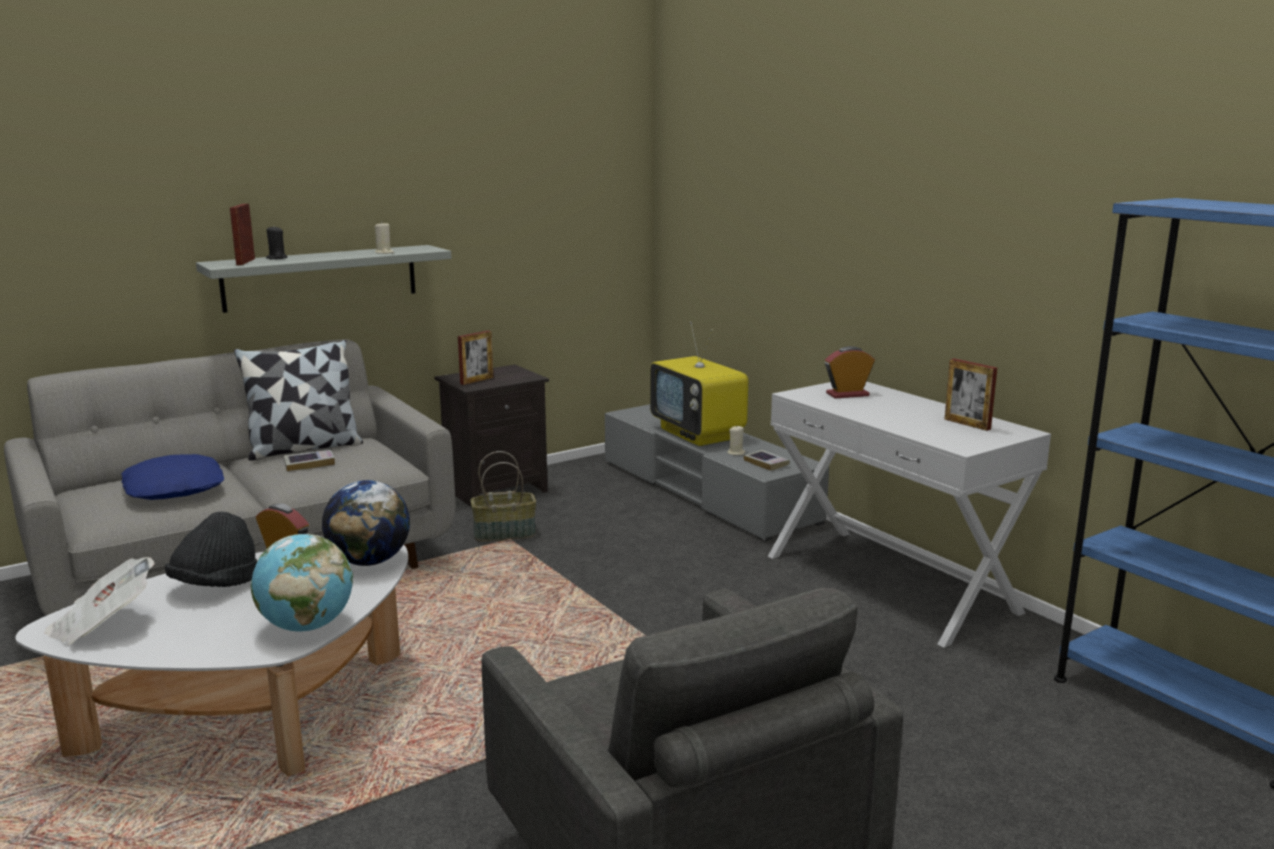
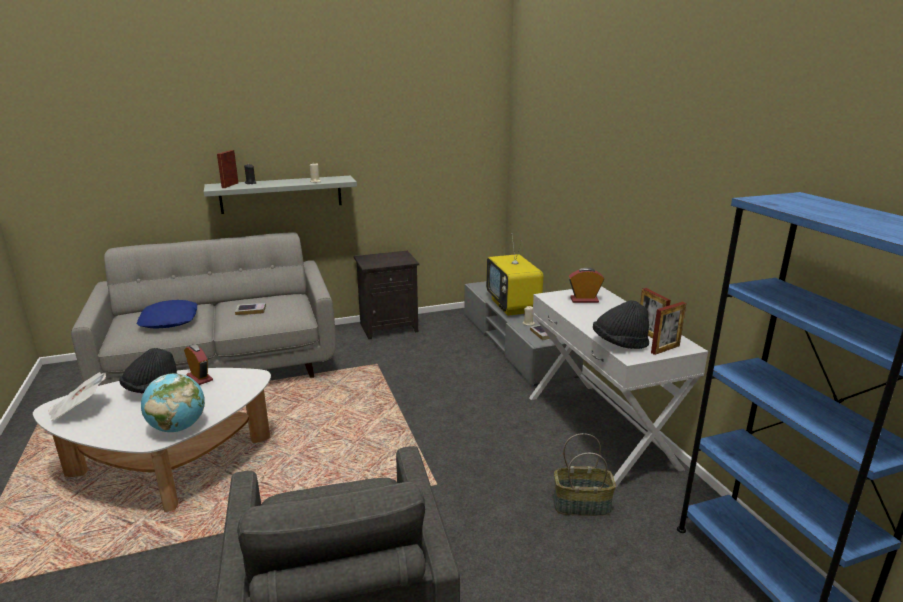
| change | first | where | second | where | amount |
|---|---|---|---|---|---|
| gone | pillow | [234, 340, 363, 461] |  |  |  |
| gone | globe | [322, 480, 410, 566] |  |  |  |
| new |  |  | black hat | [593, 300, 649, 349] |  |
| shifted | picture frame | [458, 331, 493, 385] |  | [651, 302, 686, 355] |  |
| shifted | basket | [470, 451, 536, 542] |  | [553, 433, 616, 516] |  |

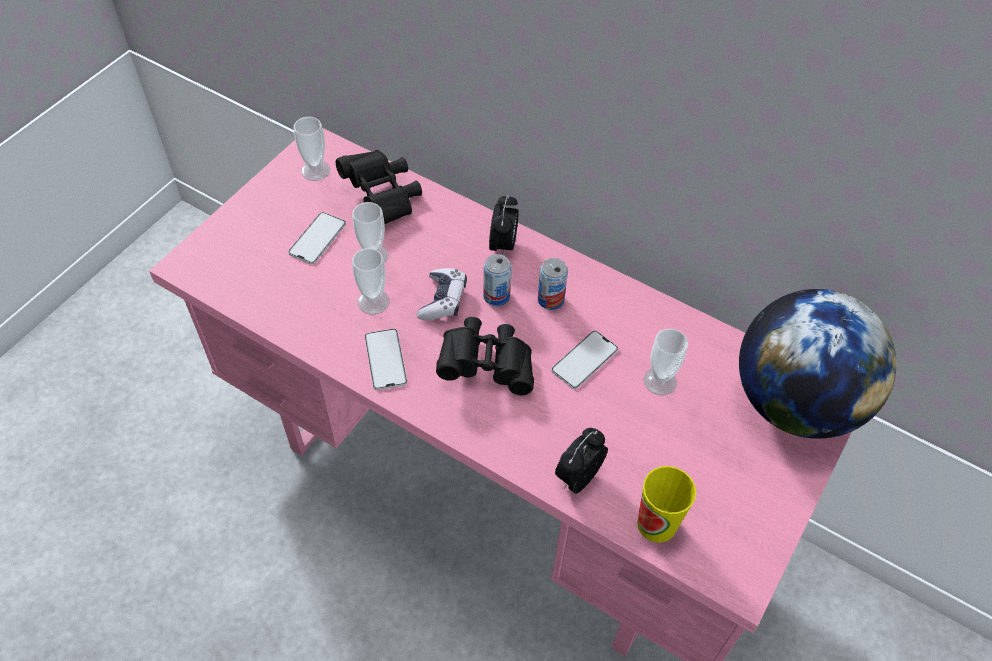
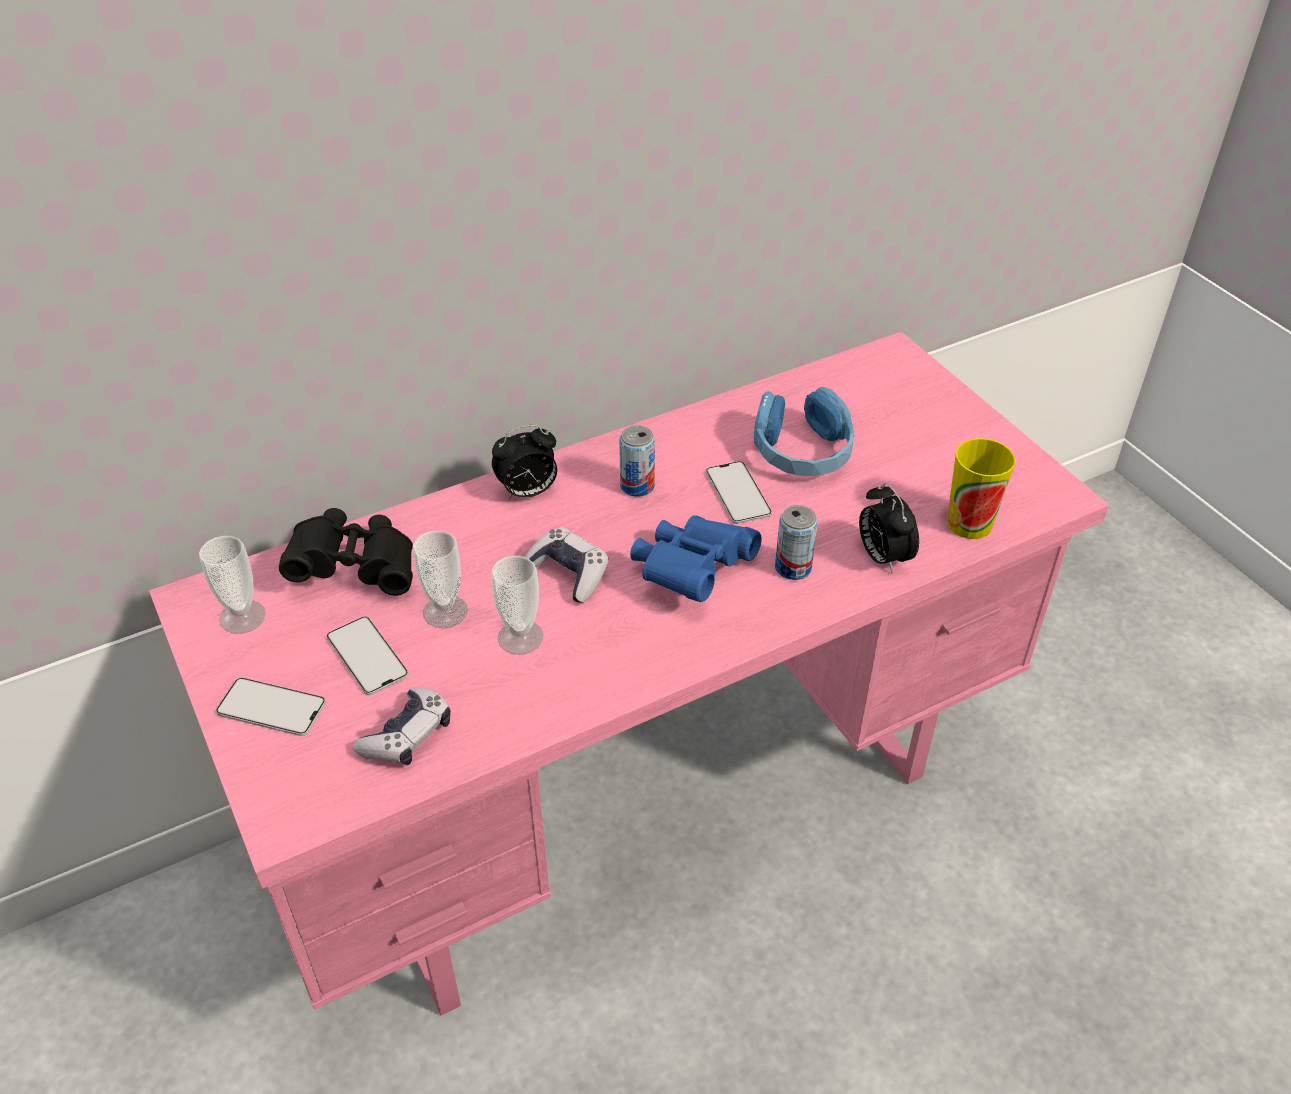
| change | first | where | second | where | amount |
|---|---|---|---|---|---|
| gone | globe | [739, 289, 896, 439] |  |  |  |
| new |  |  | game controller | [353, 688, 451, 765] |  |
| shifted | phone | [365, 329, 407, 390] |  | [216, 678, 326, 736] |  |
| shifted | can | [483, 254, 512, 306] |  | [775, 505, 818, 580] |  |
| swapped | cup | [644, 329, 688, 395] | blue headphones | [754, 387, 854, 476] |  |
| repainted | black binoculars | [436, 317, 534, 395] | blue binoculars | [630, 515, 762, 602] |  |
| rotated | alarm clock | [489, 195, 519, 255] |  | [492, 425, 557, 499] | 120 degrees clockwise |

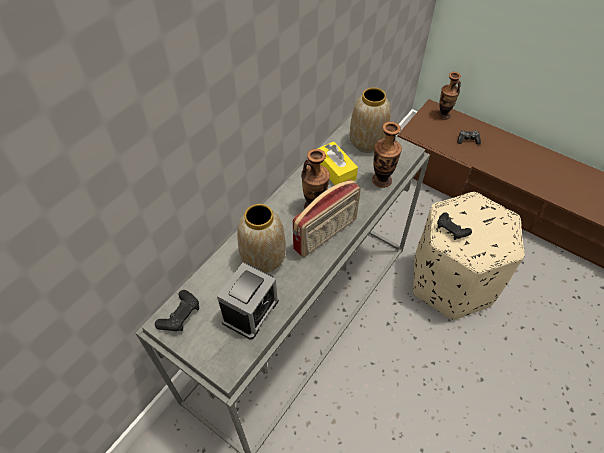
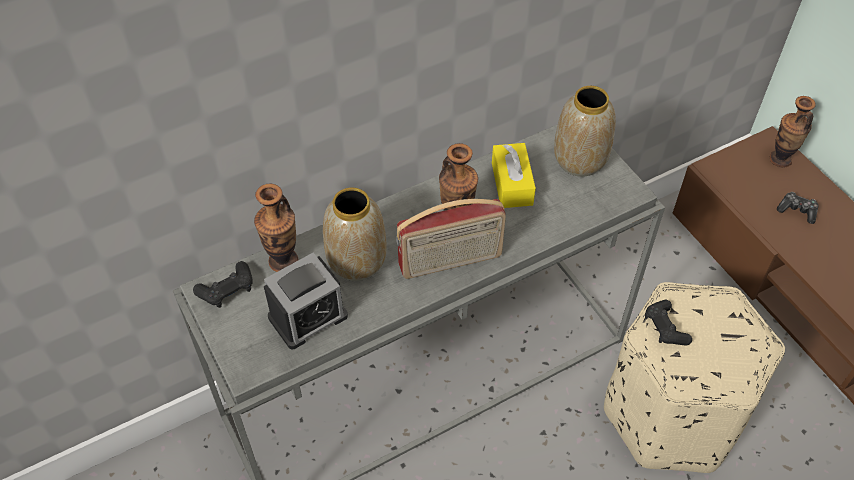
| change | first | where | second | where | amount |
|---|---|---|---|---|---|
| shifted | vase | [372, 122, 402, 188] |  | [254, 184, 298, 272] |  |

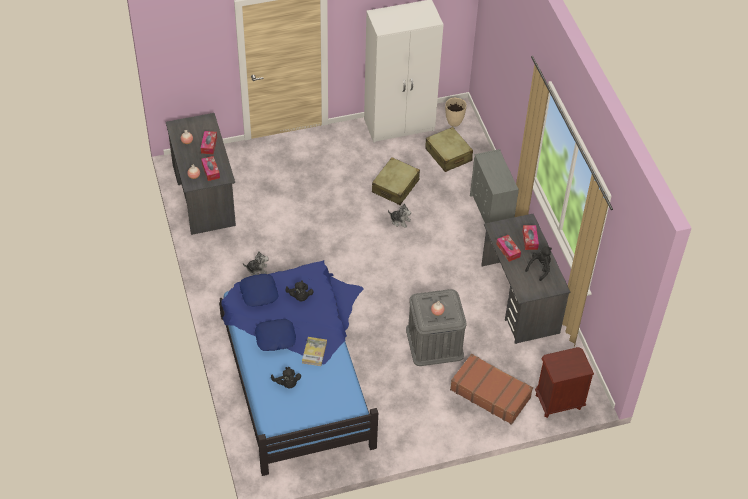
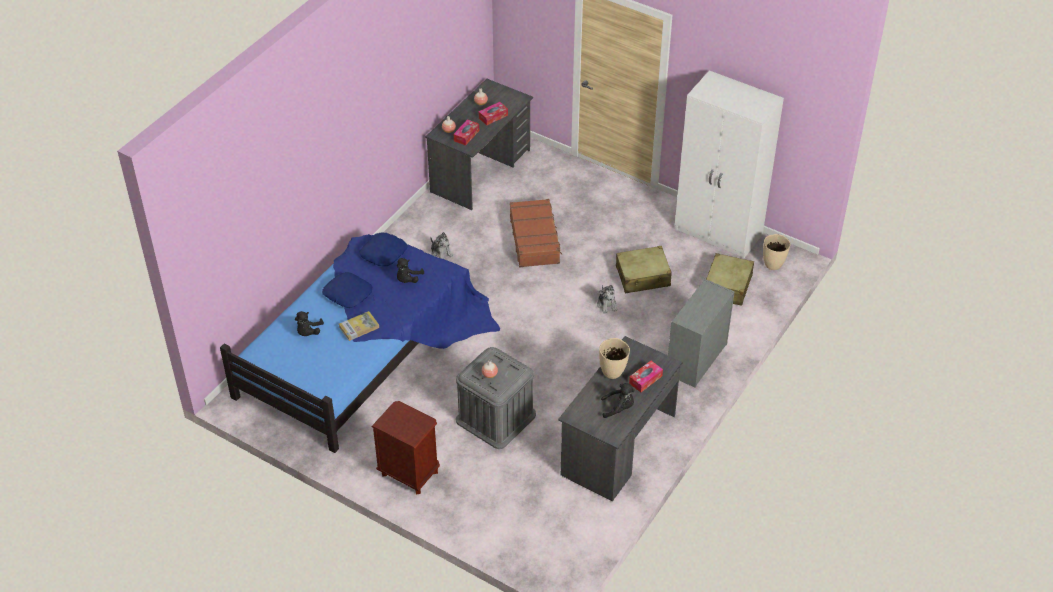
| change | first | where | second | where | amount |
|---|---|---|---|---|---|
| shifted | brown suitcase | [450, 354, 533, 425] |  | [510, 199, 562, 267] |  |
| shifted | brown nightstand | [535, 347, 594, 418] |  | [371, 401, 440, 495] |  |
| swapped | tissue box | [496, 235, 521, 262] | beige vase | [599, 338, 630, 379] |  |

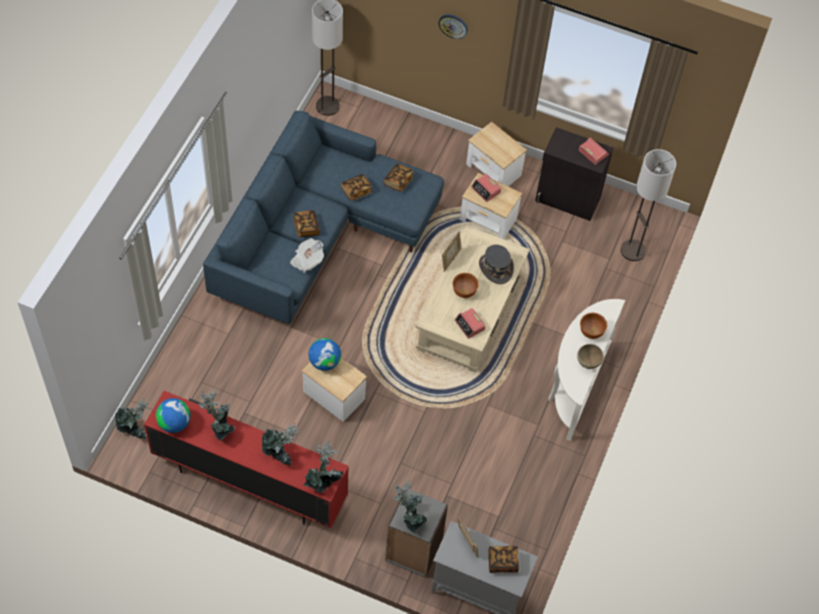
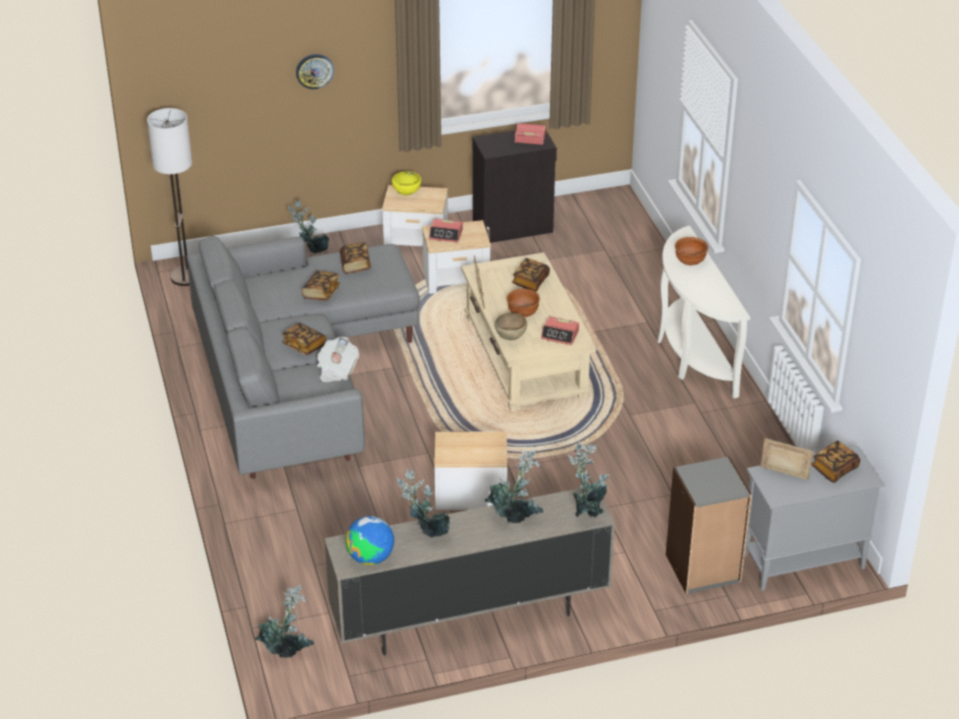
| change | first | where | second | where | amount |
|---|---|---|---|---|---|
| gone | globe | [309, 338, 341, 371] |  |  |  |
| gone | floor lamp | [621, 149, 676, 261] |  |  |  |
| new |  |  | yellow bowl | [392, 172, 421, 195] |  |
| shifted | potted plant | [393, 480, 427, 533] |  | [288, 199, 330, 254] |  |
| shifted | brown bowl | [577, 344, 604, 369] |  | [495, 313, 527, 340] |  |
| swapped | grey hat | [479, 244, 514, 284] | book | [512, 258, 550, 292] |  |
| repainted | red tv stand | [144, 391, 349, 528] | beige tv stand | [324, 488, 615, 655] |  |
| repainted | blue sofa | [203, 111, 444, 324] | grey sofa | [187, 235, 420, 478] |  |

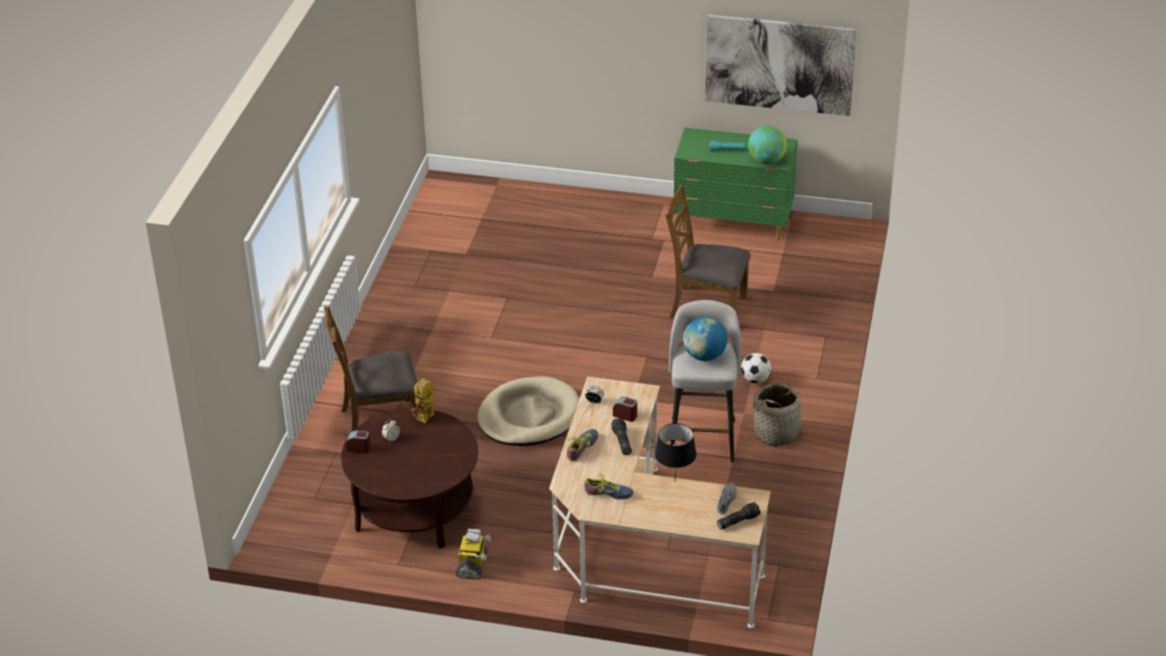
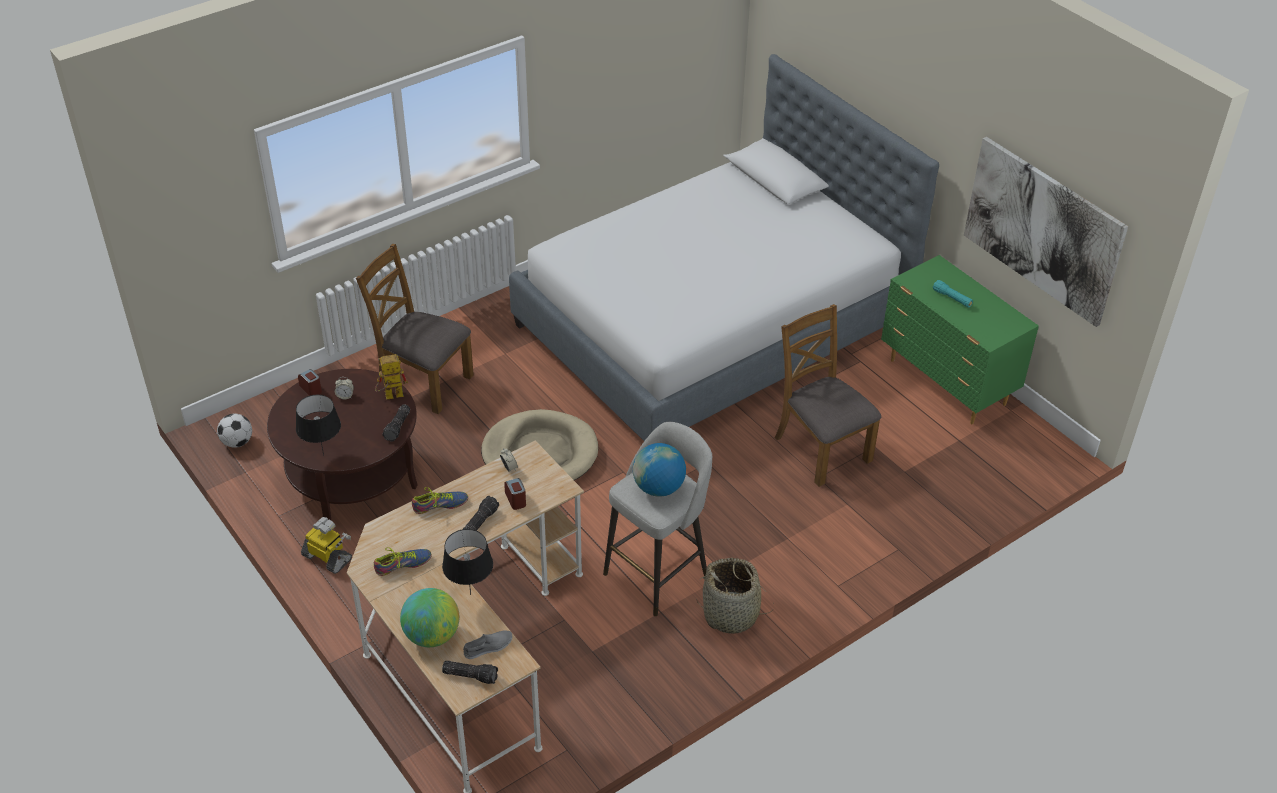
| change | first | where | second | where | amount |
|---|---|---|---|---|---|
| new |  |  | black table lamp | [296, 395, 341, 456] |  |
| new |  |  | flashlight | [382, 404, 410, 442] |  |
| new |  |  | bed | [509, 54, 939, 441] |  |
| shifted | football | [741, 353, 771, 383] |  | [217, 414, 252, 448] |  |
| shifted | globe | [748, 125, 787, 164] |  | [400, 588, 459, 647] |  |
| rotated | toy robot | [456, 529, 491, 580] |  | [301, 517, 352, 574] | 105 degrees counterclockwise |
| rotated | shoe | [584, 474, 634, 500] |  | [374, 547, 432, 576] | 75 degrees counterclockwise |

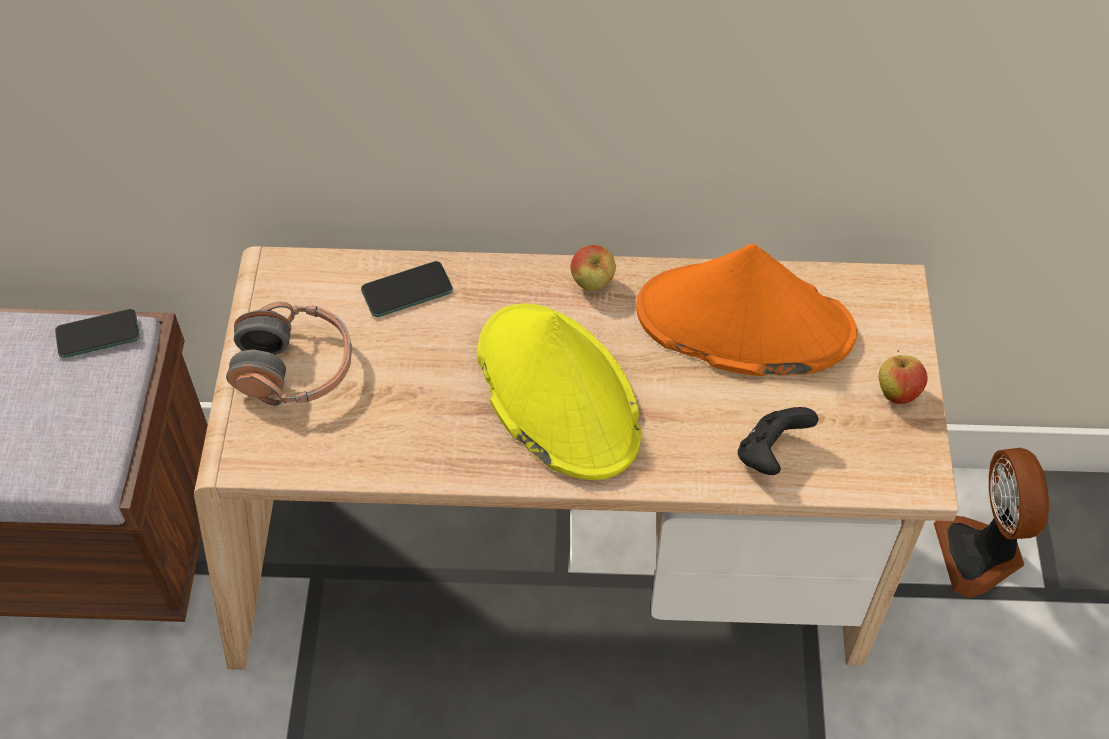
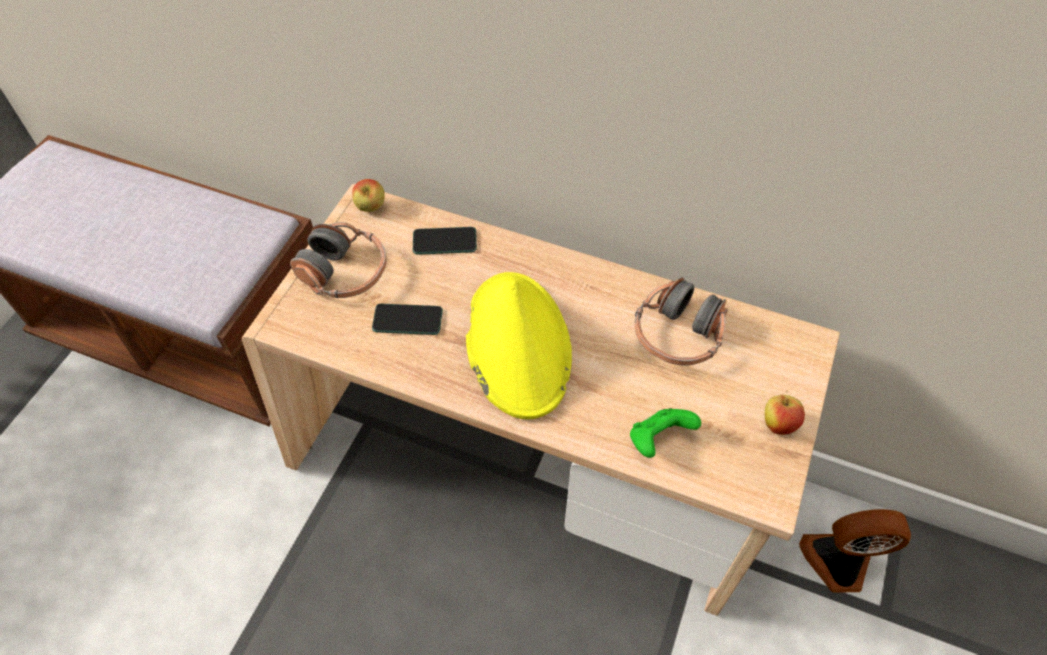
| change | first | where | second | where | amount |
|---|---|---|---|---|---|
| shifted | phone | [55, 309, 140, 358] |  | [372, 304, 443, 335] |  |
| shifted | apple | [570, 245, 616, 290] |  | [352, 179, 385, 212] |  |
| swapped | orange hat | [636, 244, 857, 376] | headphones | [635, 277, 728, 366] |  |
| repainted | black game controller | [738, 407, 818, 475] | green game controller | [630, 408, 701, 458] |  |
| rotated | fan | [934, 448, 1049, 597] |  | [799, 509, 911, 593] | 75 degrees clockwise |

